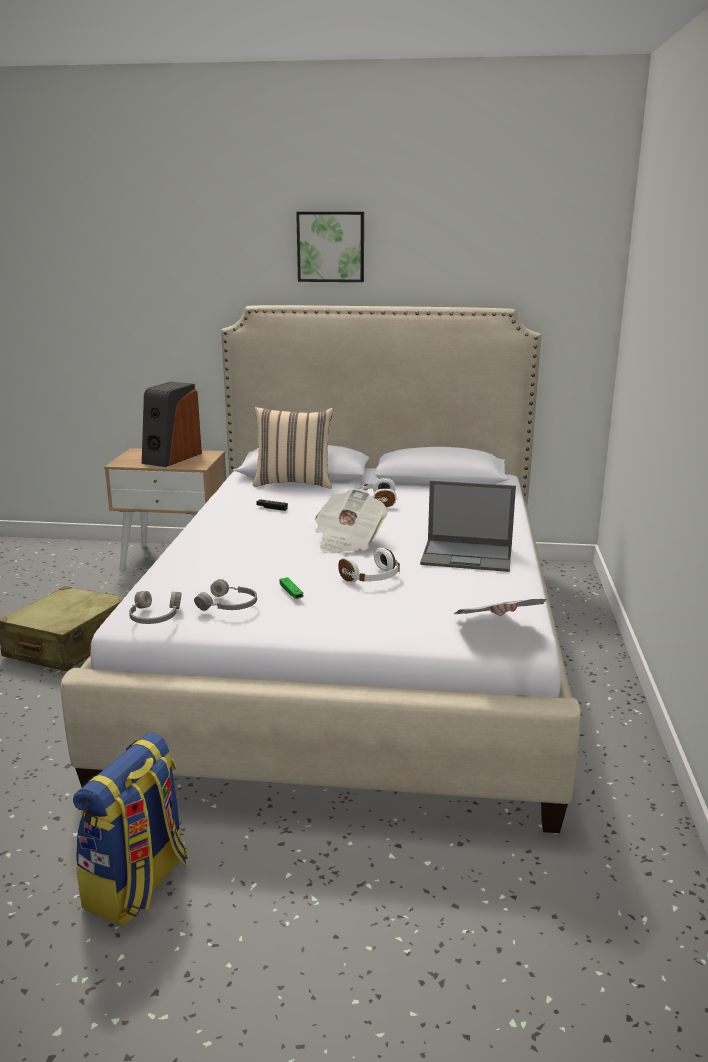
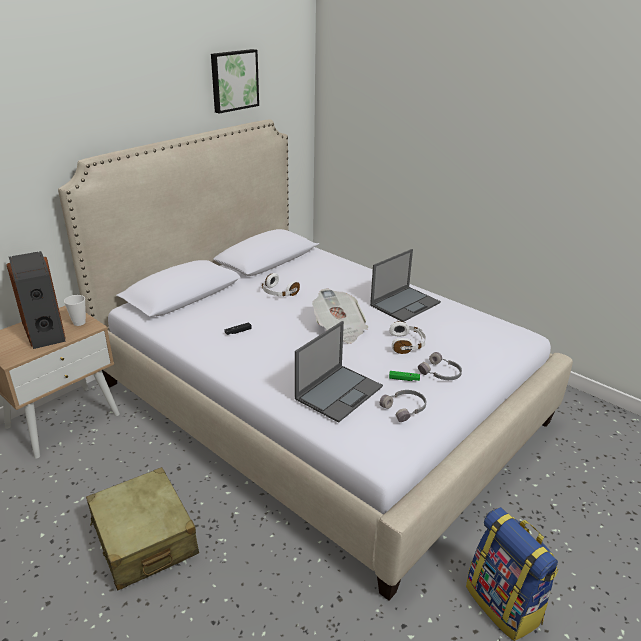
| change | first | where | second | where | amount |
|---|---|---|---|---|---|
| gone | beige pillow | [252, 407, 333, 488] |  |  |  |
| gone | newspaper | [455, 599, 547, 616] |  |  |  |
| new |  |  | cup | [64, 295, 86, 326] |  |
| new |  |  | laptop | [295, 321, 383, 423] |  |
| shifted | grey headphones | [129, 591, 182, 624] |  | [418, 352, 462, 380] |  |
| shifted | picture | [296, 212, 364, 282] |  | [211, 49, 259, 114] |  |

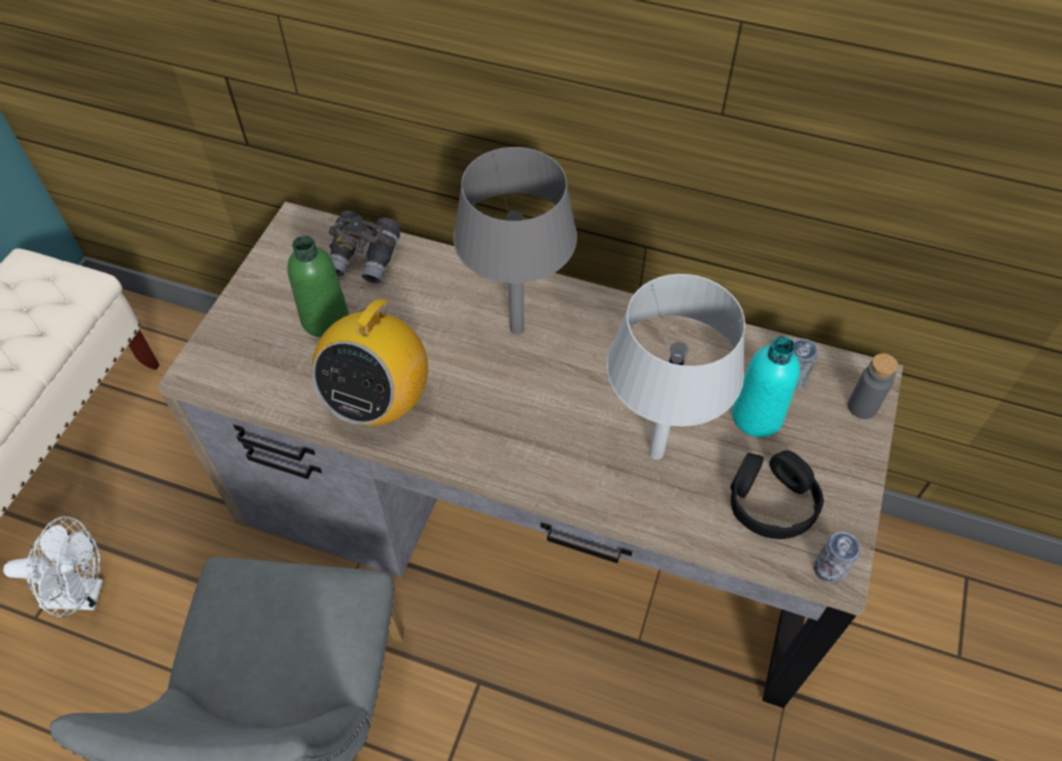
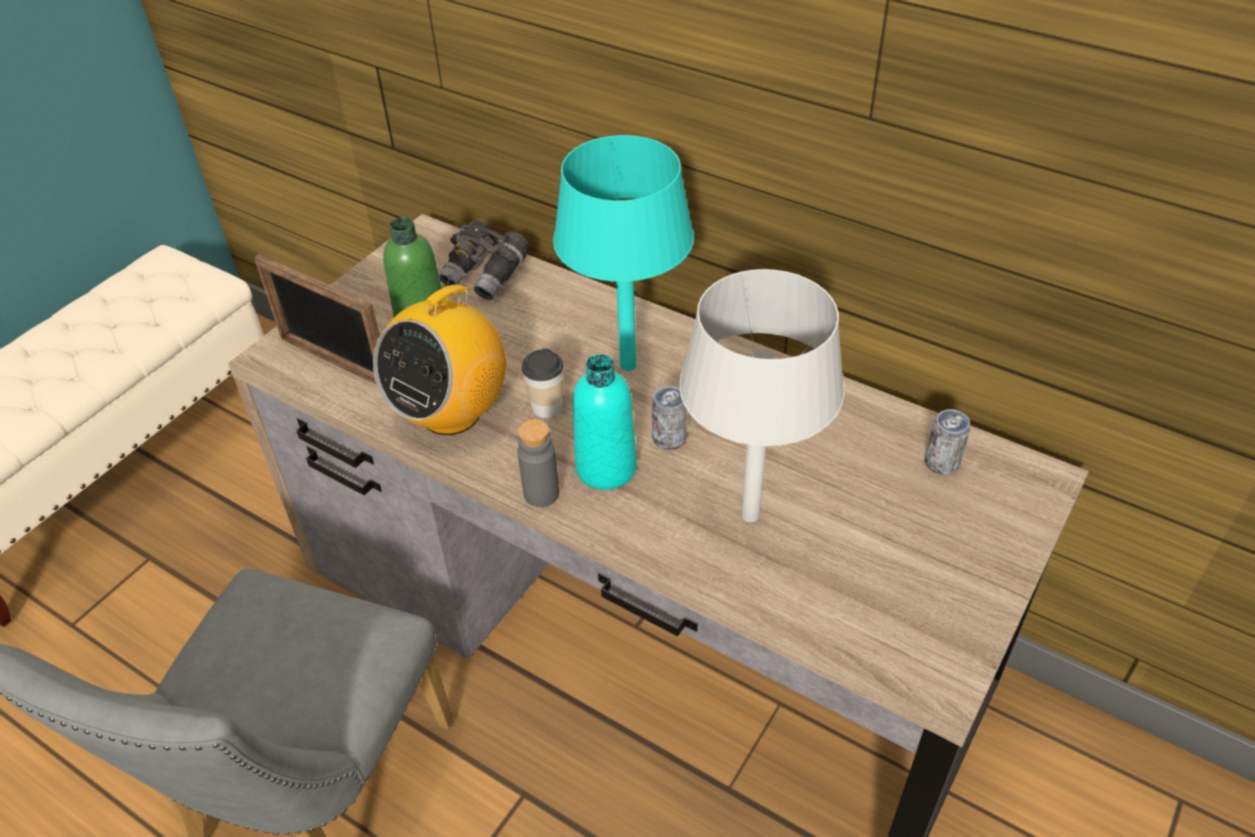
| change | first | where | second | where | amount |
|---|---|---|---|---|---|
| gone | white fan | [3, 516, 103, 617] |  |  |  |
| gone | black headphones | [730, 450, 824, 539] |  |  |  |
| new |  |  | picture frame | [255, 254, 380, 385] |  |
| new |  |  | cup | [522, 348, 563, 418] |  |
| shifted | turquoise bottle | [732, 336, 800, 437] |  | [573, 354, 637, 490] |  |
| shifted | can | [813, 532, 860, 584] |  | [652, 386, 687, 450] |  |
| shifted | grey bottle | [848, 353, 898, 419] |  | [518, 419, 559, 507] |  |
| repainted | grey table lamp | [453, 147, 577, 335] | turquoise table lamp | [553, 135, 694, 371] |  |

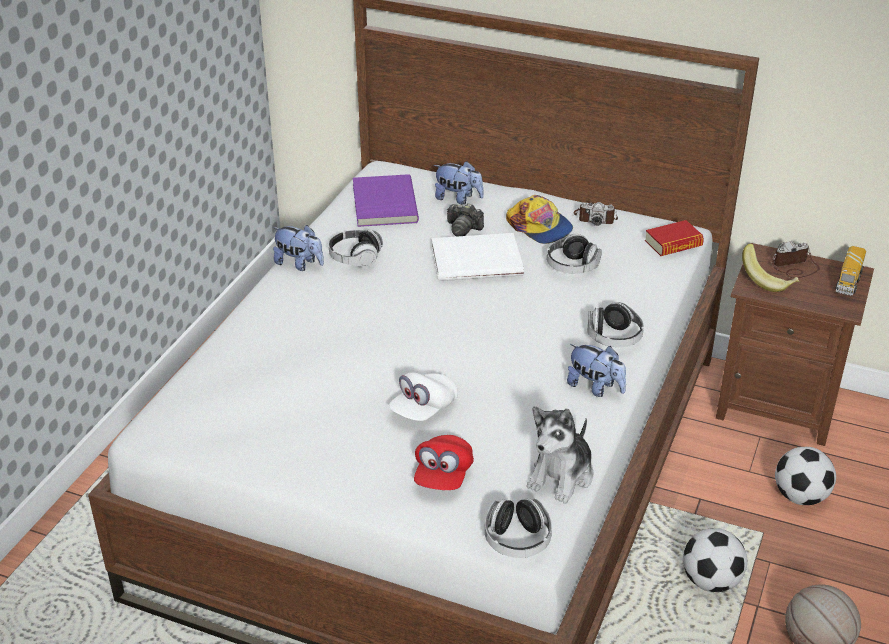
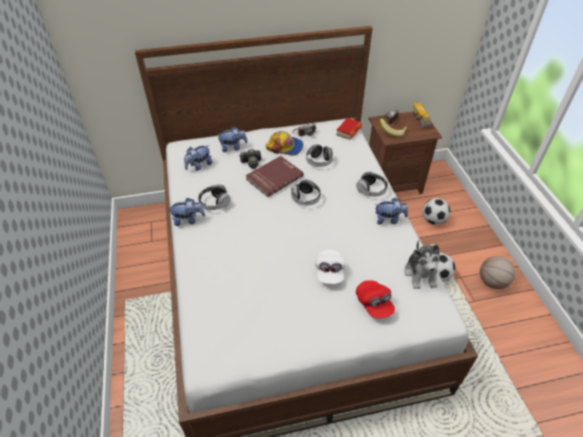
| change | first | where | second | where | amount |
|---|---|---|---|---|---|
| shifted | headphones | [485, 498, 552, 558] |  | [291, 179, 321, 205] |  |
| swapped | purple book | [353, 174, 419, 227] | plush toy | [184, 145, 212, 171] |  |
| repainted | white book | [431, 233, 524, 281] | red book | [246, 156, 304, 197] |  |

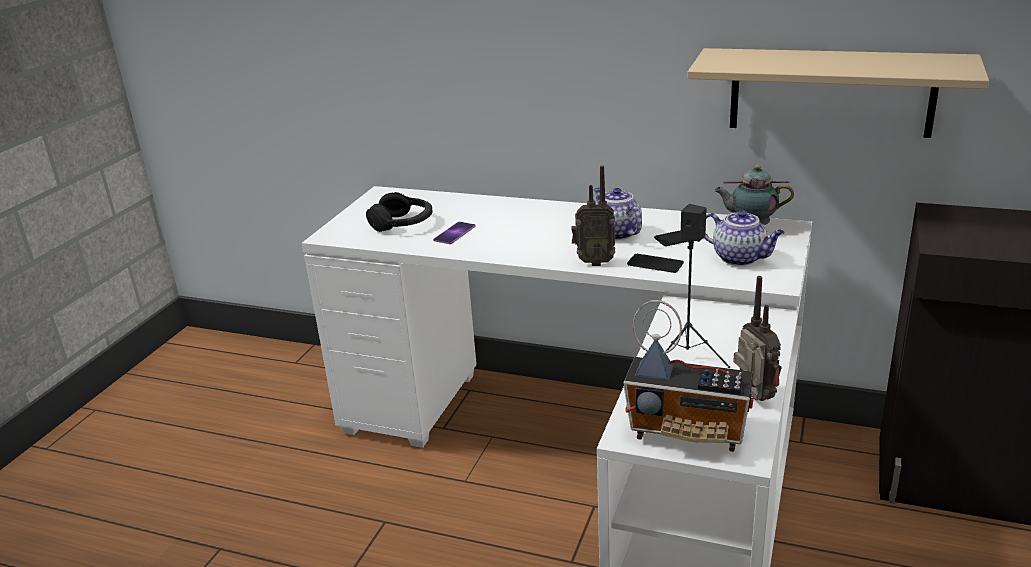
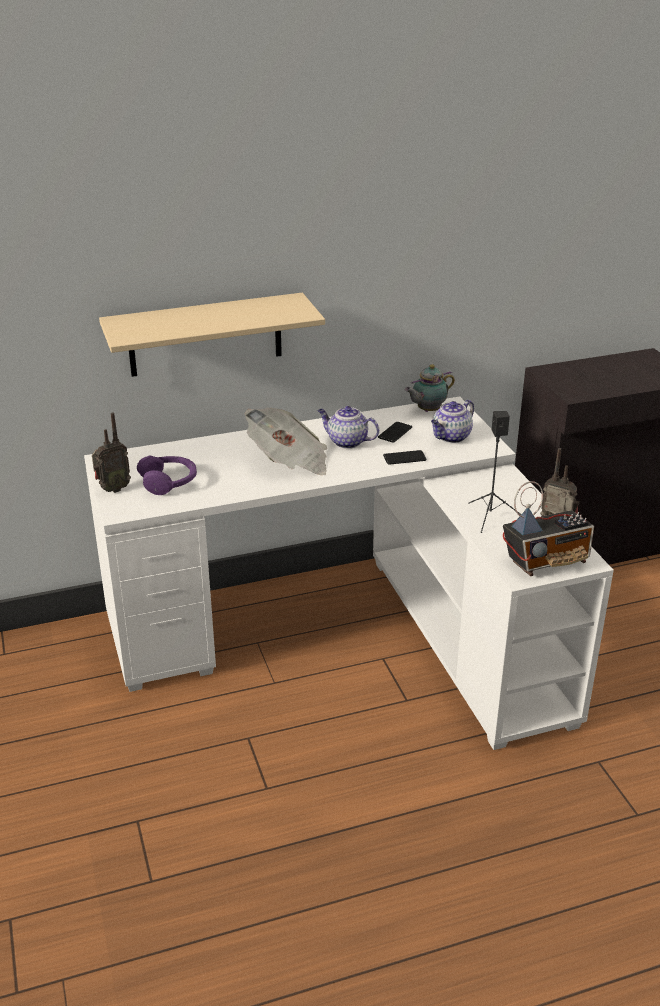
| change | first | where | second | where | amount |
|---|---|---|---|---|---|
| gone | phone | [433, 222, 476, 244] |  |  |  |
| new |  |  | newspaper | [245, 408, 327, 475] |  |
| shifted | radio | [571, 166, 615, 266] |  | [92, 412, 131, 493] |  |
| shifted | beige shelf | [687, 48, 989, 138] |  | [99, 293, 325, 377] |  |
| repainted | black headphones | [366, 192, 433, 232] | purple headphones | [137, 456, 197, 495] |  |
| rotated | teapot | [704, 210, 785, 266] |  | [431, 400, 474, 443] | 135 degrees clockwise |

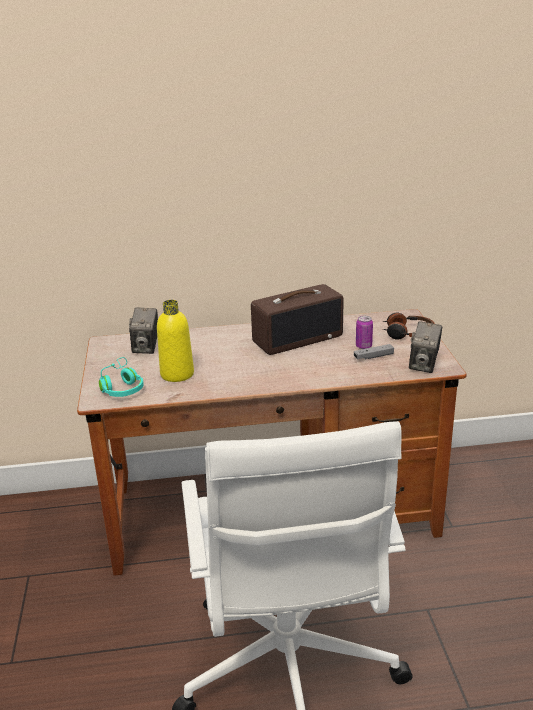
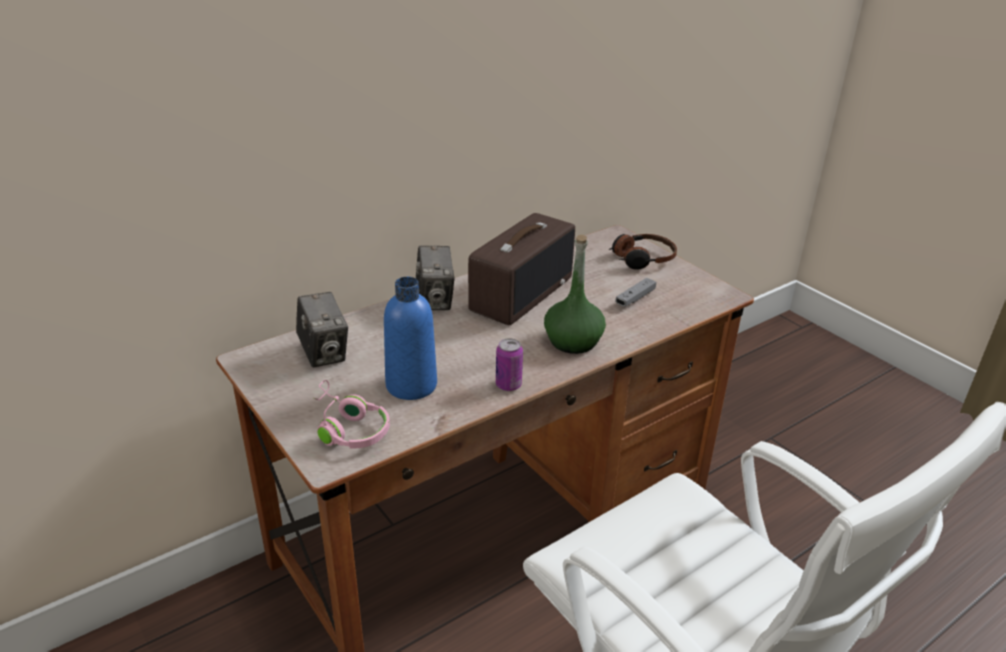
| change | first | where | second | where | amount |
|---|---|---|---|---|---|
| new |  |  | green bottle | [544, 235, 606, 354] |  |
| shifted | can | [356, 316, 373, 349] |  | [496, 338, 523, 391] |  |
| shifted | photo camera | [409, 321, 442, 373] |  | [416, 246, 455, 310] |  |
| repainted | turquoise headphones | [99, 357, 144, 397] | pink headphones | [314, 380, 390, 449] |  |
| repainted | yellow bottle | [157, 300, 194, 382] | blue bottle | [384, 277, 437, 400] |  |

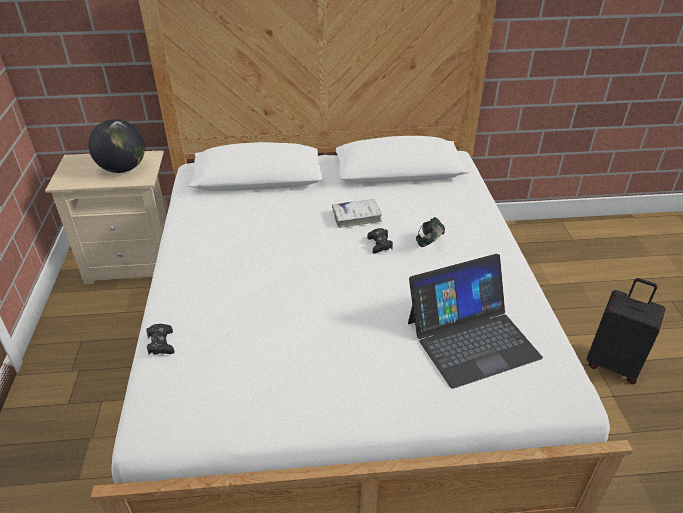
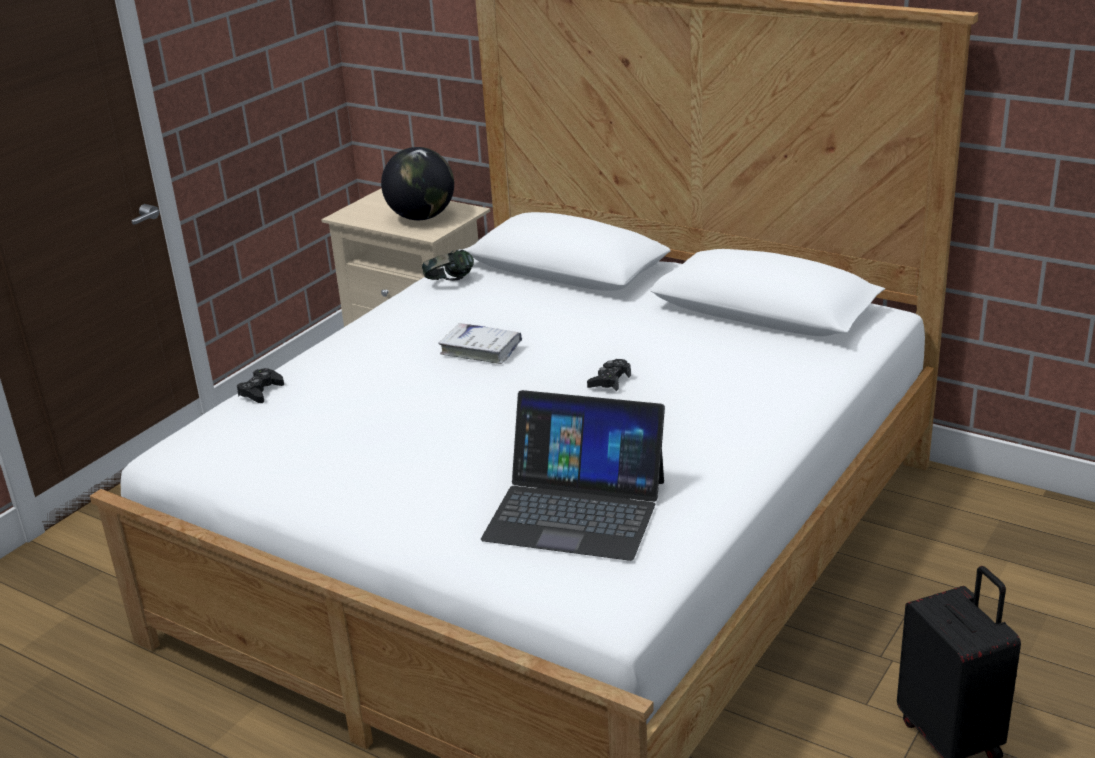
| change | first | where | second | where | amount |
|---|---|---|---|---|---|
| shifted | white book | [332, 199, 382, 228] |  | [438, 323, 522, 364] |  |
| shifted | headphones | [416, 217, 445, 247] |  | [422, 250, 474, 281] |  |

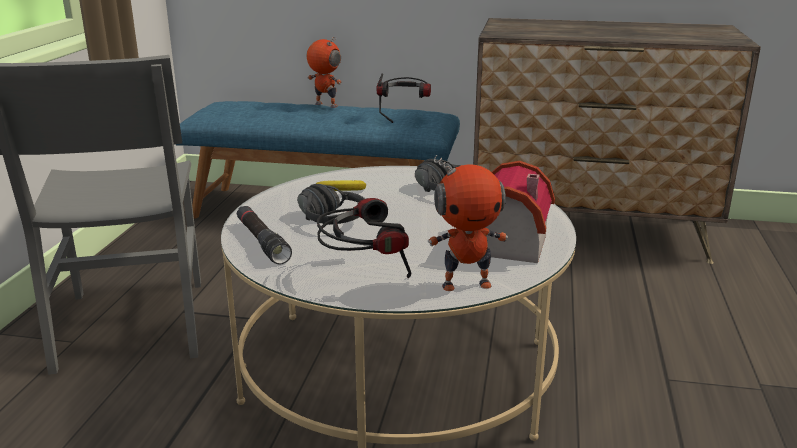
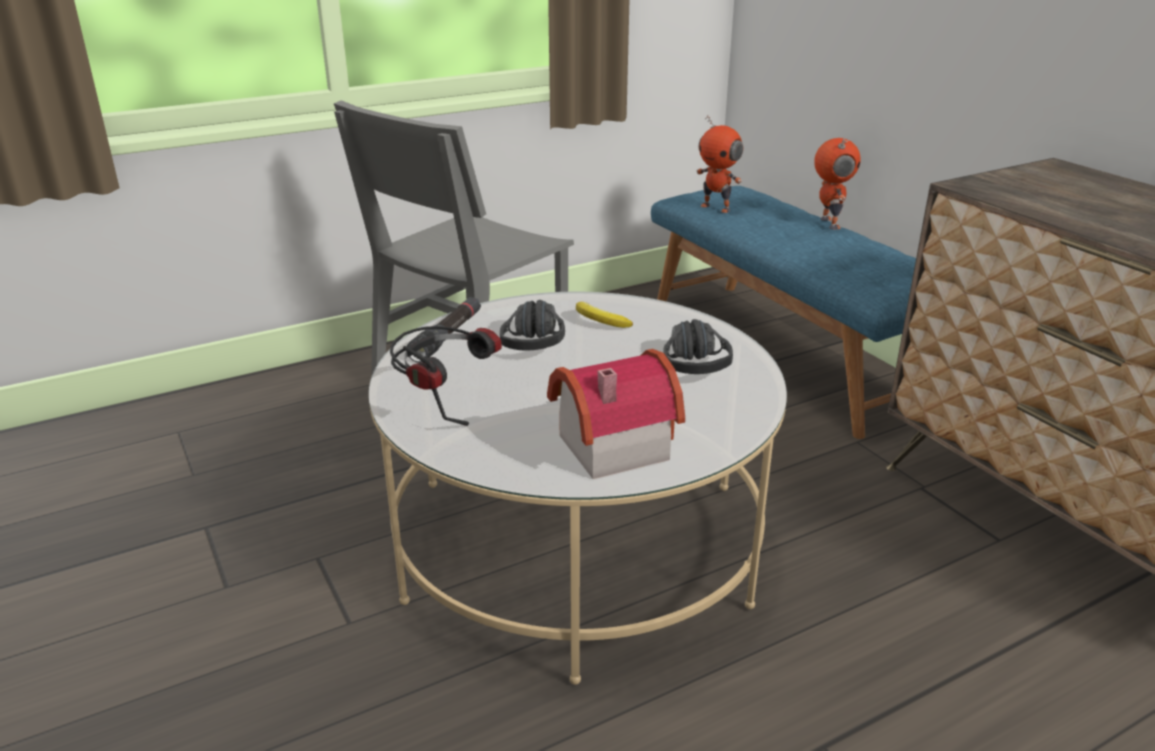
| change | first | where | second | where | amount |
|---|---|---|---|---|---|
| gone | headphones | [376, 73, 431, 123] |  |  |  |
| shifted | toy robot | [428, 155, 508, 291] |  | [697, 116, 743, 213] |  |

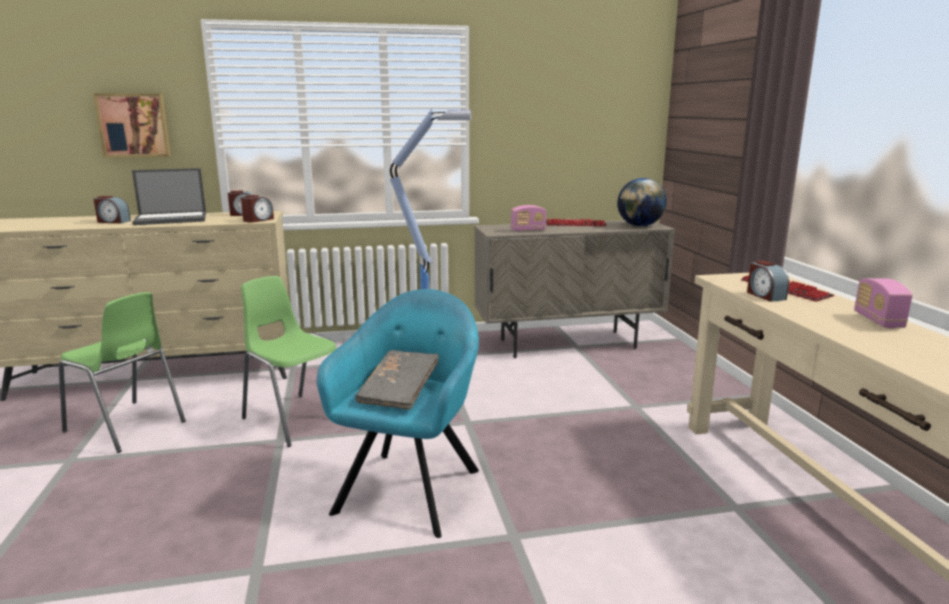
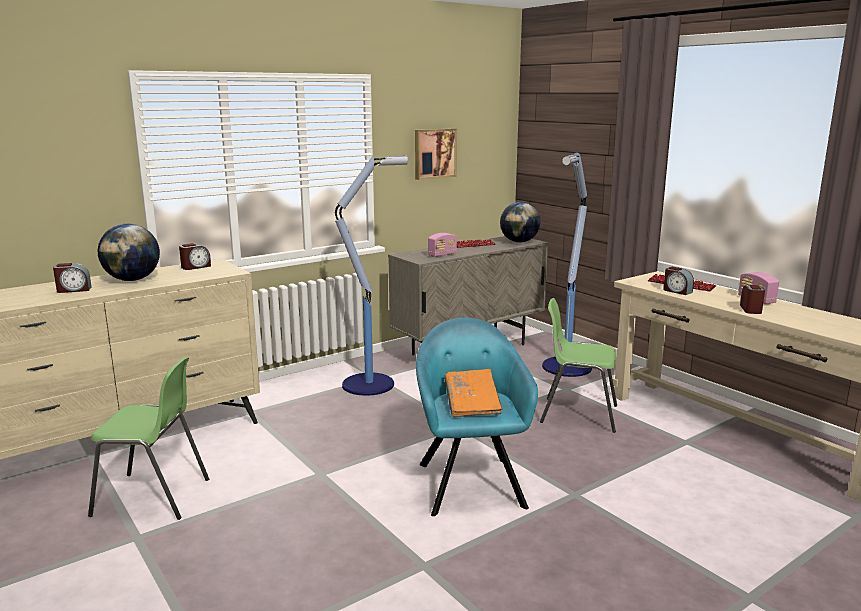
| change | first | where | second | where | amount |
|---|---|---|---|---|---|
| new |  |  | floor lamp | [542, 153, 592, 377] |  |
| shifted | picture | [93, 93, 171, 158] |  | [415, 128, 457, 180] |  |
| shifted | alarm clock | [241, 195, 274, 223] |  | [740, 285, 765, 314] |  |
| shifted | green chair | [241, 276, 338, 447] |  | [540, 298, 617, 433] |  |
| swapped | laptop | [132, 168, 206, 225] | globe | [98, 224, 160, 281] |  |
| repainted | grey book | [356, 350, 439, 410] | orange book | [444, 369, 503, 418] |  |

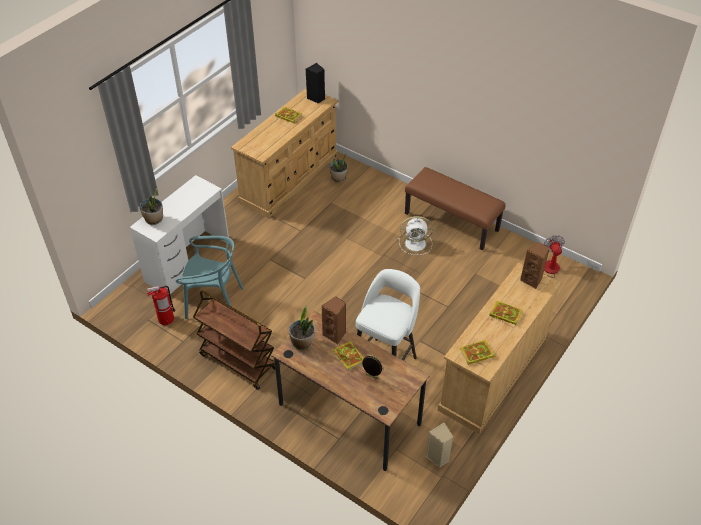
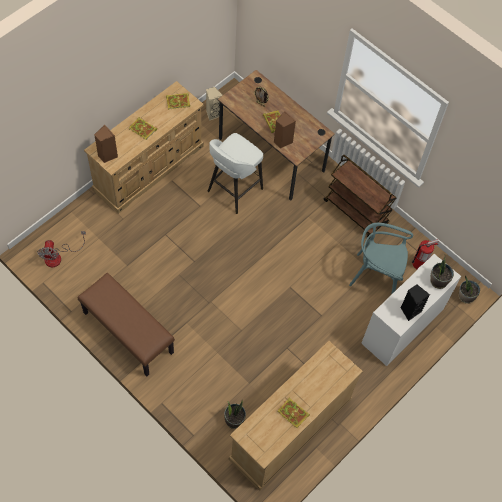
| change | first | where | second | where | amount |
|---|---|---|---|---|---|
| gone | white fan | [398, 216, 433, 255] |  |  |  |
| shifted | potted plant | [289, 305, 315, 350] |  | [459, 276, 480, 304] |  |
| shifted | black speaker | [306, 63, 325, 103] |  | [400, 284, 430, 321] |  |

